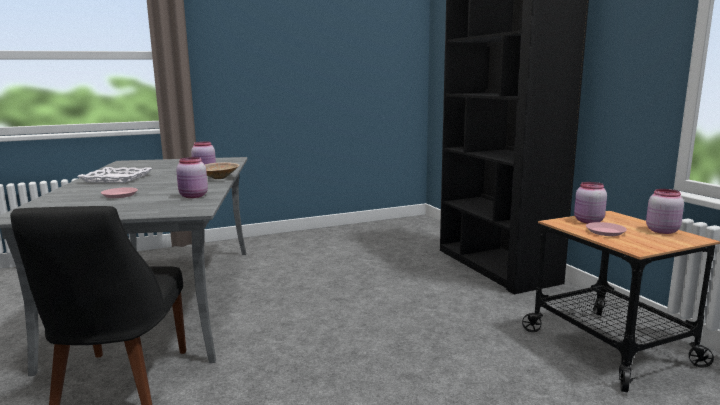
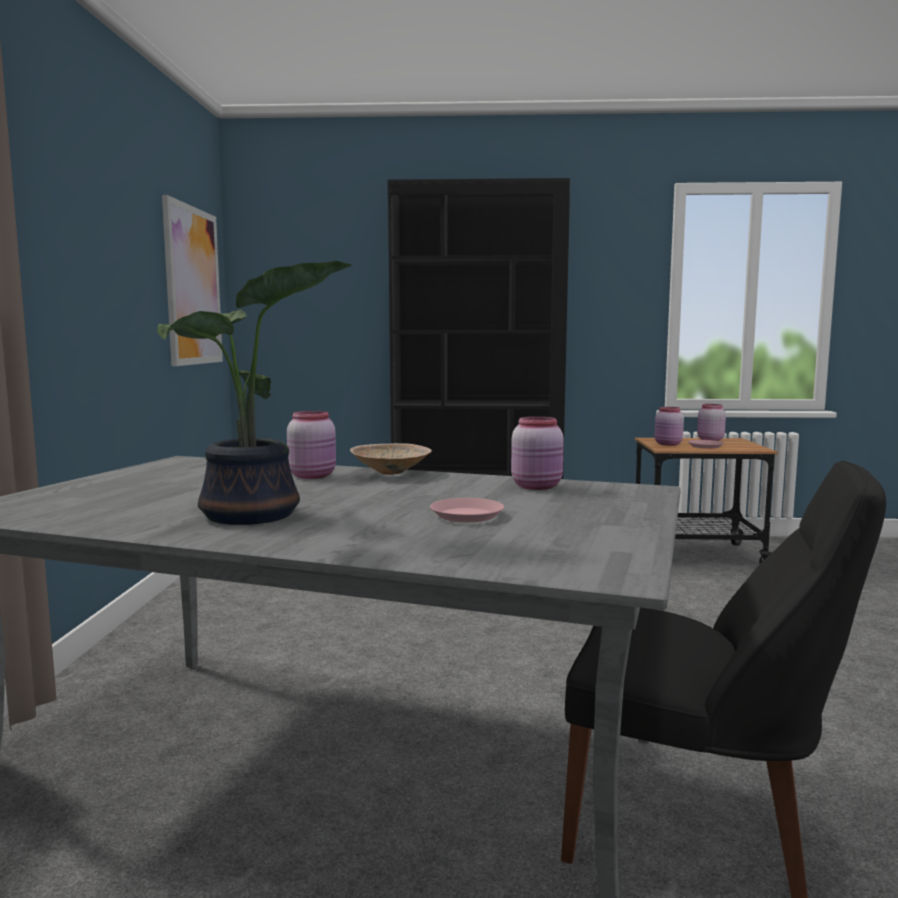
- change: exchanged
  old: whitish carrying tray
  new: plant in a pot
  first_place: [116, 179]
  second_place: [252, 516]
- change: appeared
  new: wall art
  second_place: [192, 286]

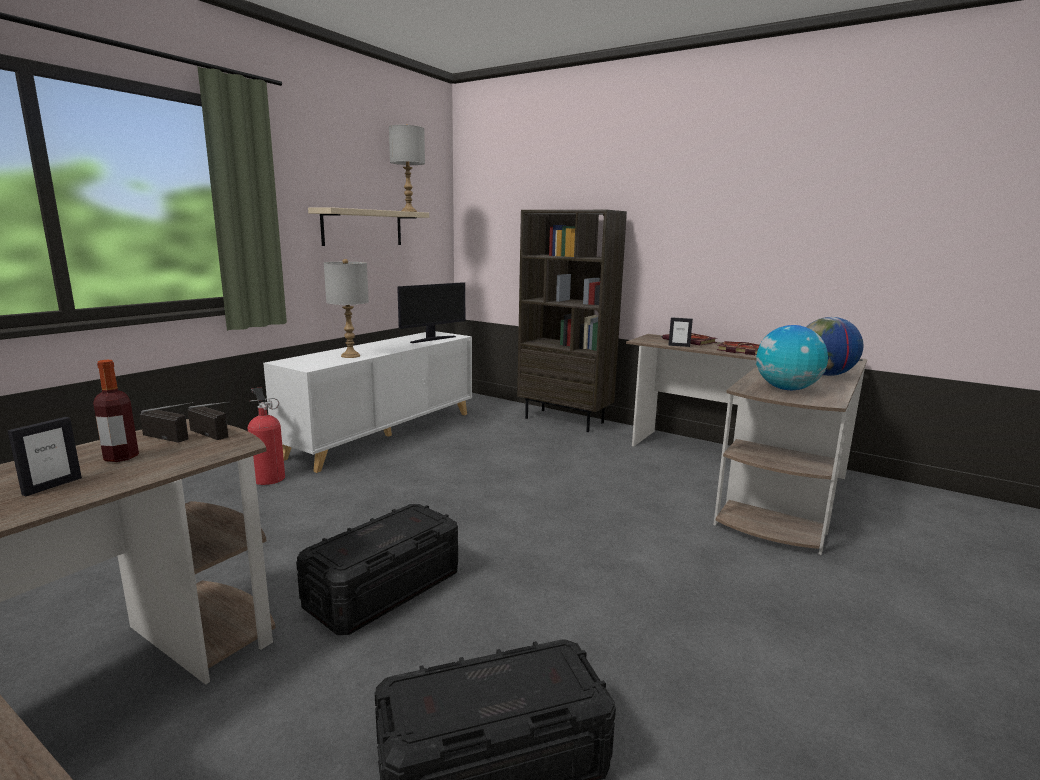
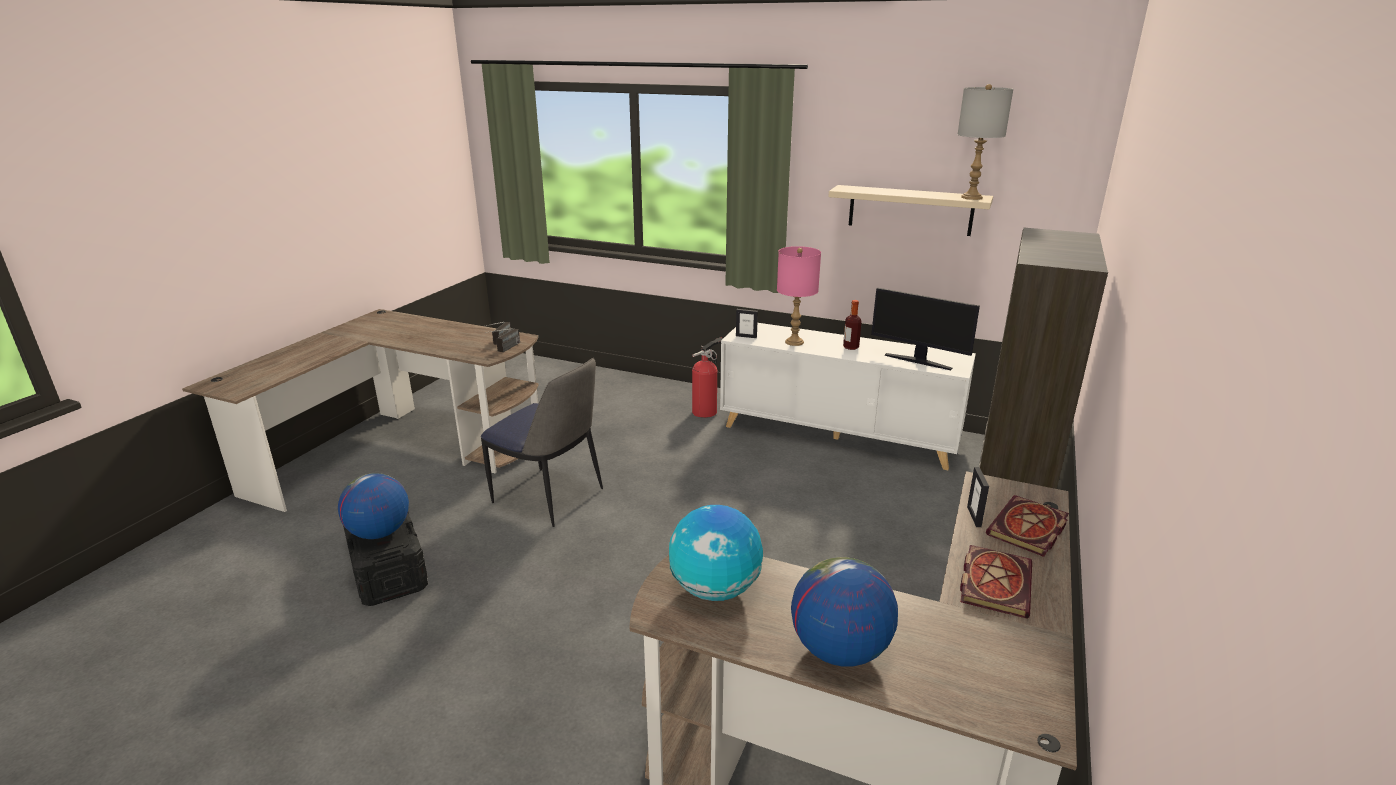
- change: colour
  old: grey lamp for a table
  new: pinkish lamp for a table
  first_place: [350, 356]
  second_place: [794, 342]
- change: relocated
  old: drink bottle
  first_place: [121, 457]
  second_place: [850, 347]
- change: relocated
  old: picture frame
  first_place: [52, 486]
  second_place: [746, 336]
- change: exchanged
  old: black-coloured storage container
  new: chair
  first_place: [384, 590]
  second_place: [550, 497]
- change: appeared
  new: desk globe
  second_place: [379, 533]

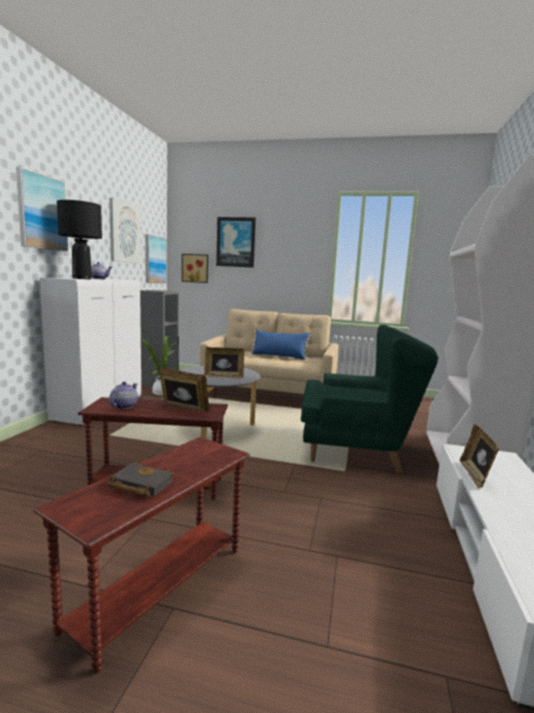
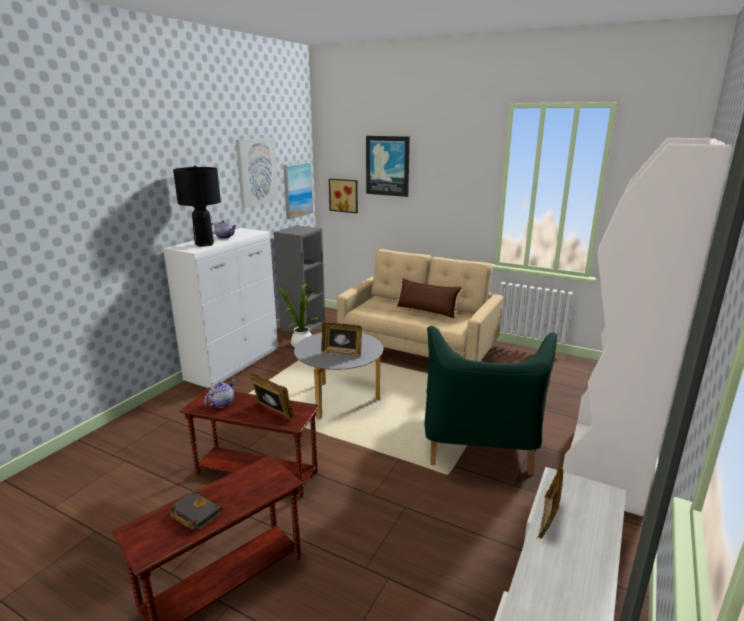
- change: missing
  old: wall art
  first_place: [42, 212]
- change: spun
  old: green armchair
  first_place: [357, 449]
  second_place: [478, 443]
  degrees: 75
- change: colour
  old: blue-coloured throw pillow
  new: brown-coloured throw pillow
  first_place: [279, 356]
  second_place: [426, 311]

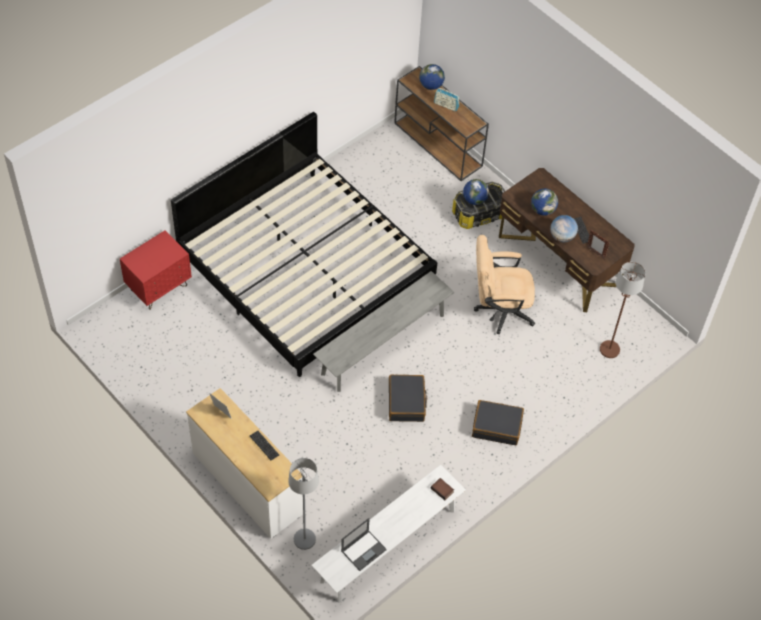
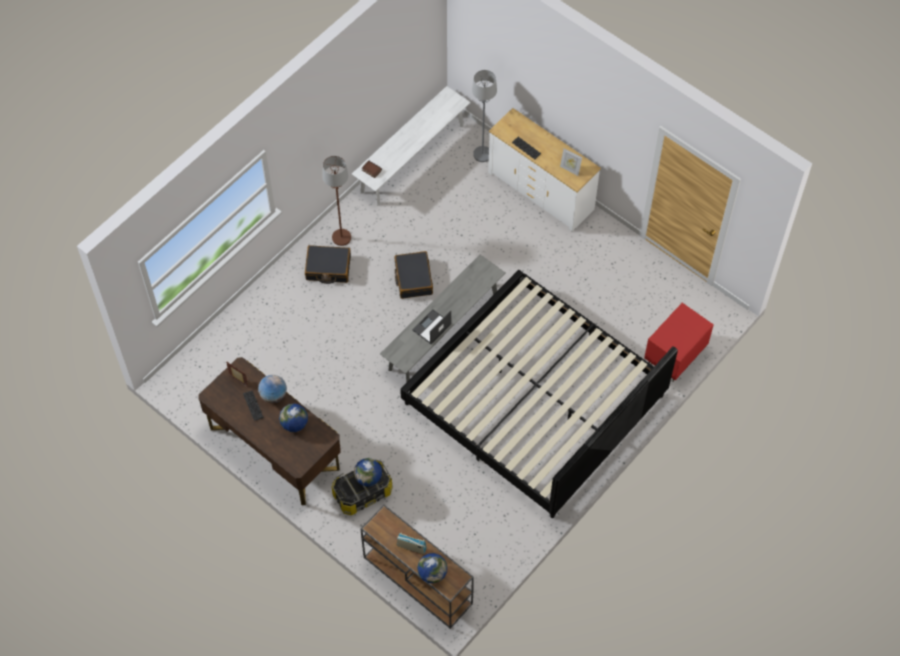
- change: missing
  old: sand-coloured office chair
  first_place: [499, 310]
- change: relocated
  old: brown-coloured standard lamp
  first_place: [609, 350]
  second_place: [341, 237]
- change: relocated
  old: portable computer
  first_place: [364, 550]
  second_place: [431, 327]

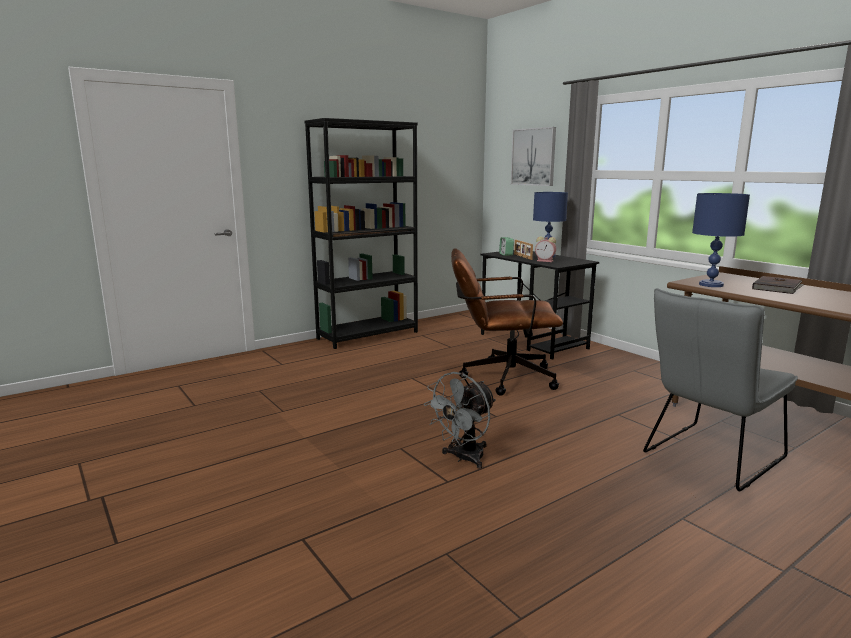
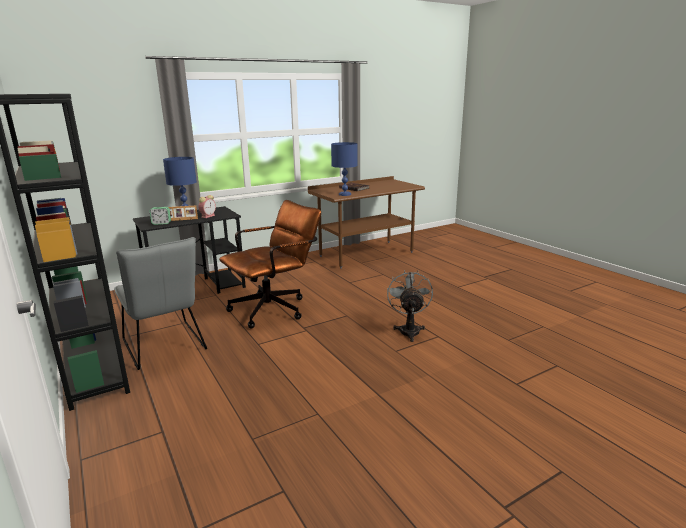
- change: missing
  old: wall art
  first_place: [533, 157]
- change: spun
  old: brown-coloured office chair
  first_place: [500, 377]
  second_place: [275, 308]
  degrees: -135
- change: relocated
  old: grey chair
  first_place: [708, 458]
  second_place: [165, 347]
- change: spun
  old: grey fan
  first_place: [463, 458]
  second_place: [409, 330]
  degrees: -135

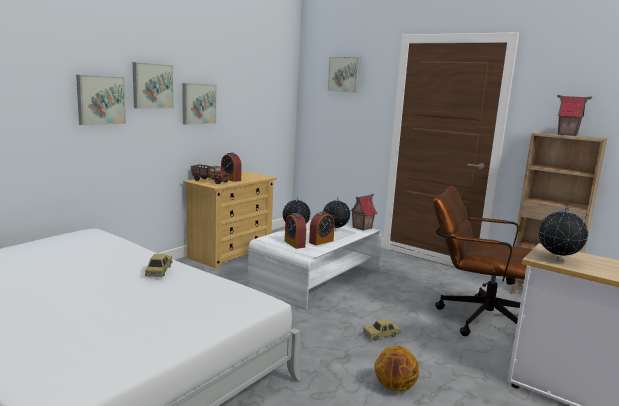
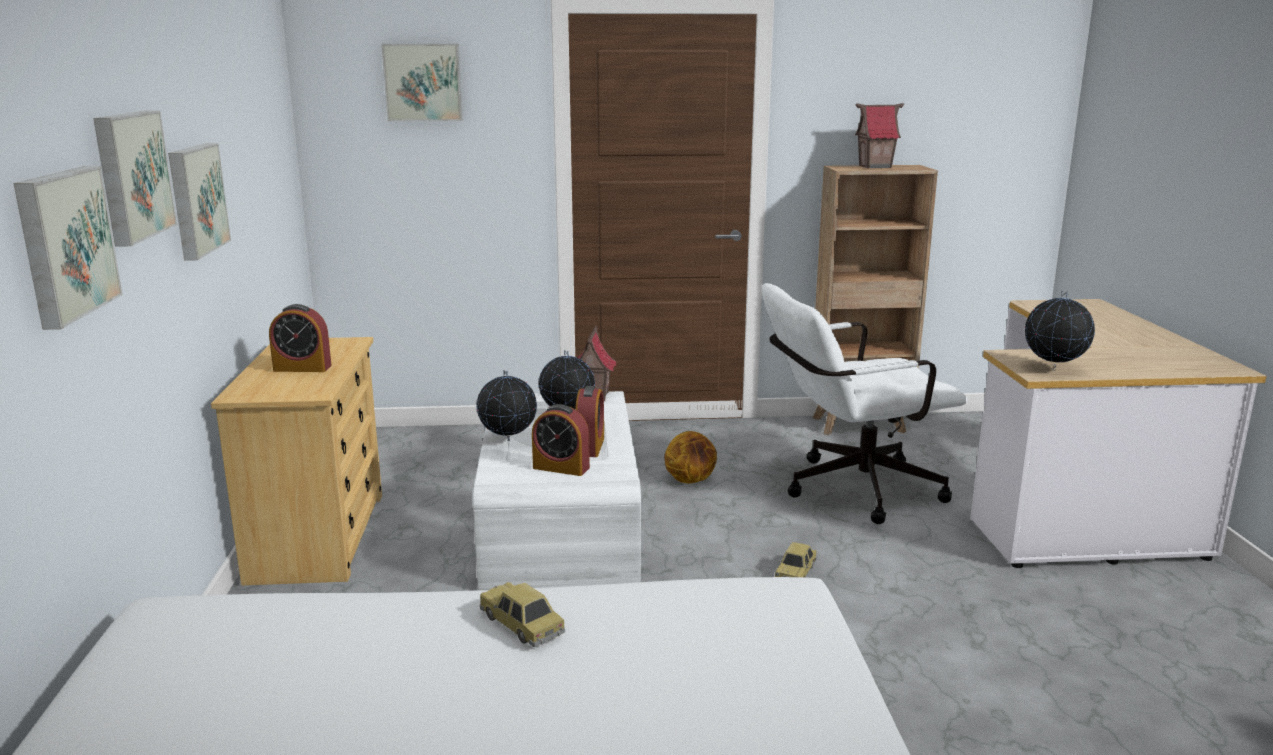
- change: missing
  old: toy lorry
  first_place: [210, 181]
- change: colour
  old: brown-coloured office chair
  new: whitish office chair
  first_place: [476, 318]
  second_place: [849, 490]
- change: relocated
  old: basketball
  first_place: [395, 387]
  second_place: [691, 480]

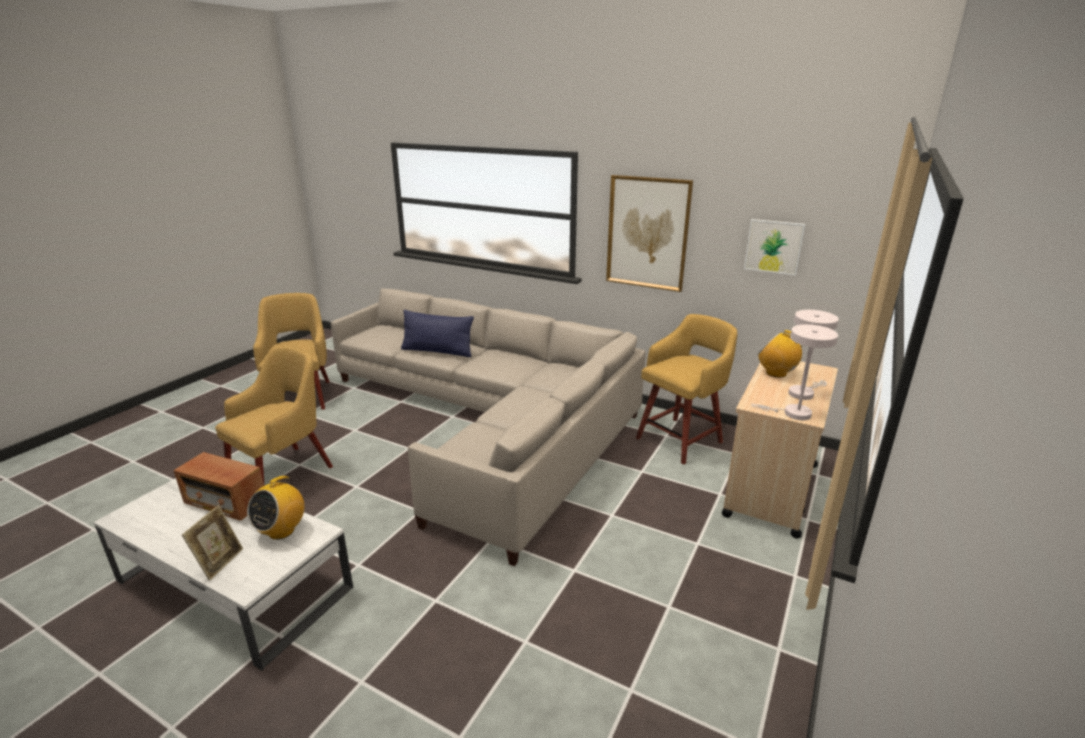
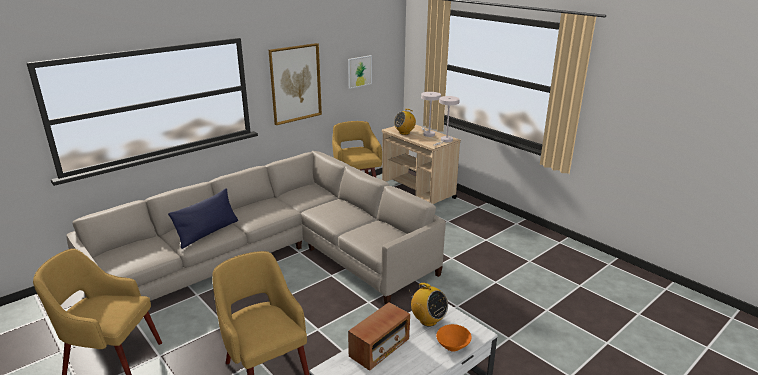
- change: exchanged
  old: picture frame
  new: orangey serving bowl
  first_place: [220, 562]
  second_place: [452, 346]

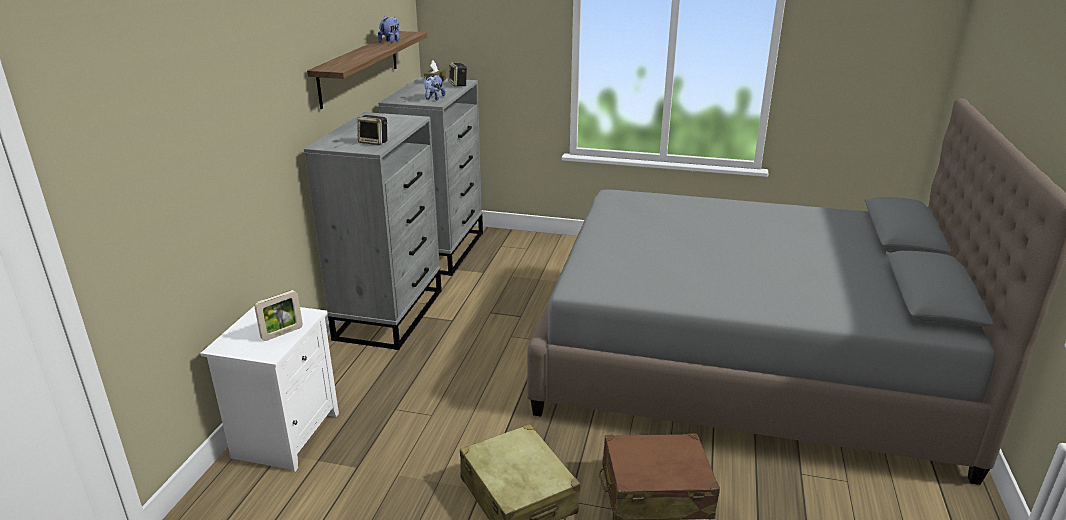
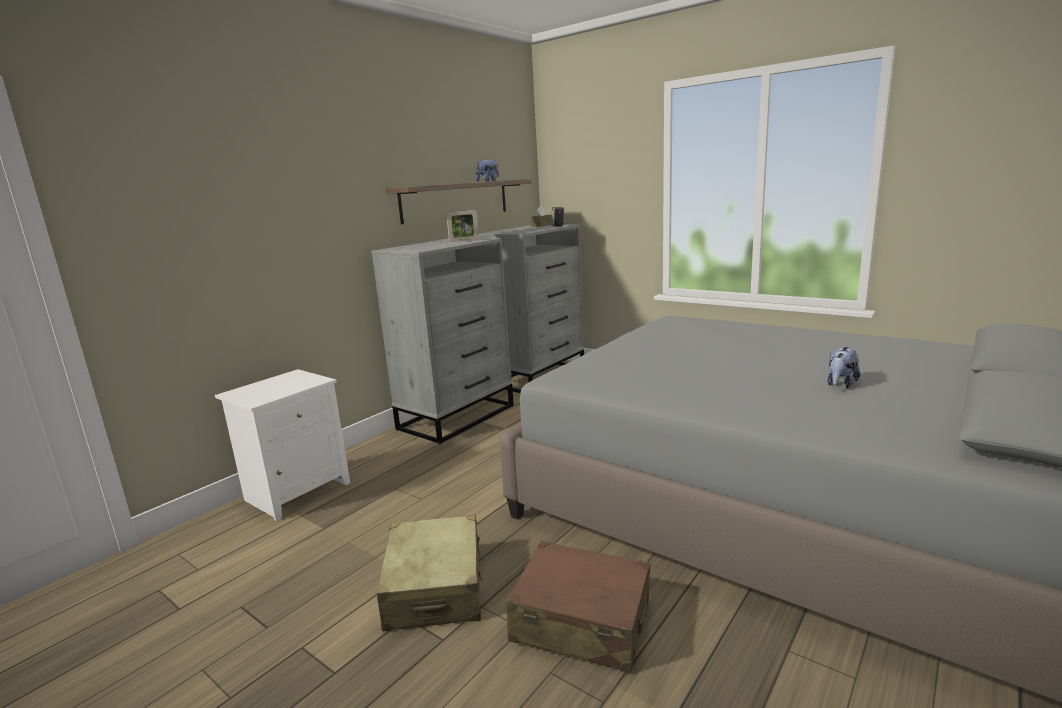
- change: relocated
  old: cuddly toy
  first_place: [434, 98]
  second_place: [840, 384]
- change: missing
  old: audio speaker
  first_place: [374, 142]
- change: relocated
  old: picture frame
  first_place: [282, 333]
  second_place: [464, 241]

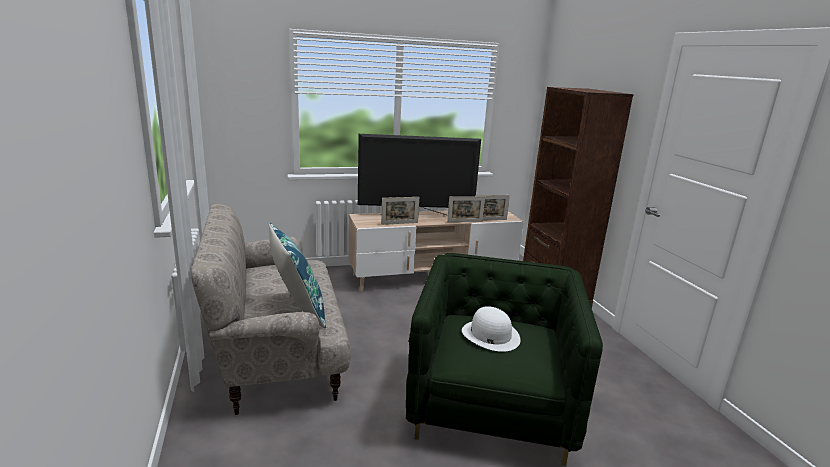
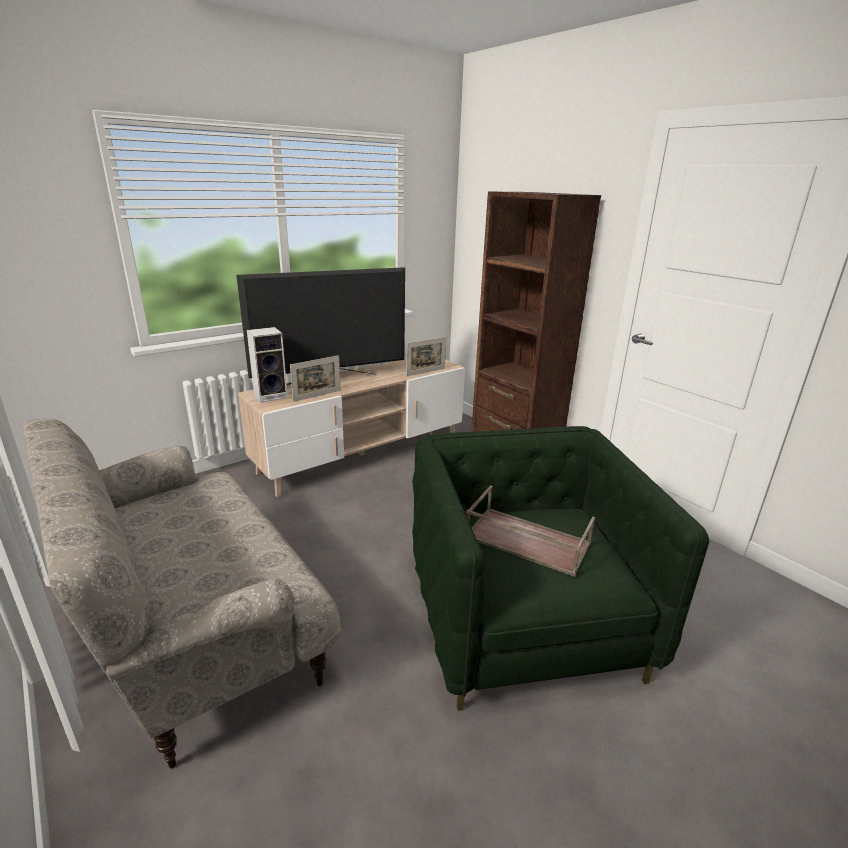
- change: missing
  old: picture frame
  first_place: [465, 222]
- change: missing
  old: blue-coloured throw pillow
  first_place: [297, 310]
- change: exchanged
  old: whitish wearable hat
  new: brown-coloured carrying tray
  first_place: [490, 335]
  second_place: [525, 540]
- change: appeared
  new: audio speaker
  second_place: [272, 395]

